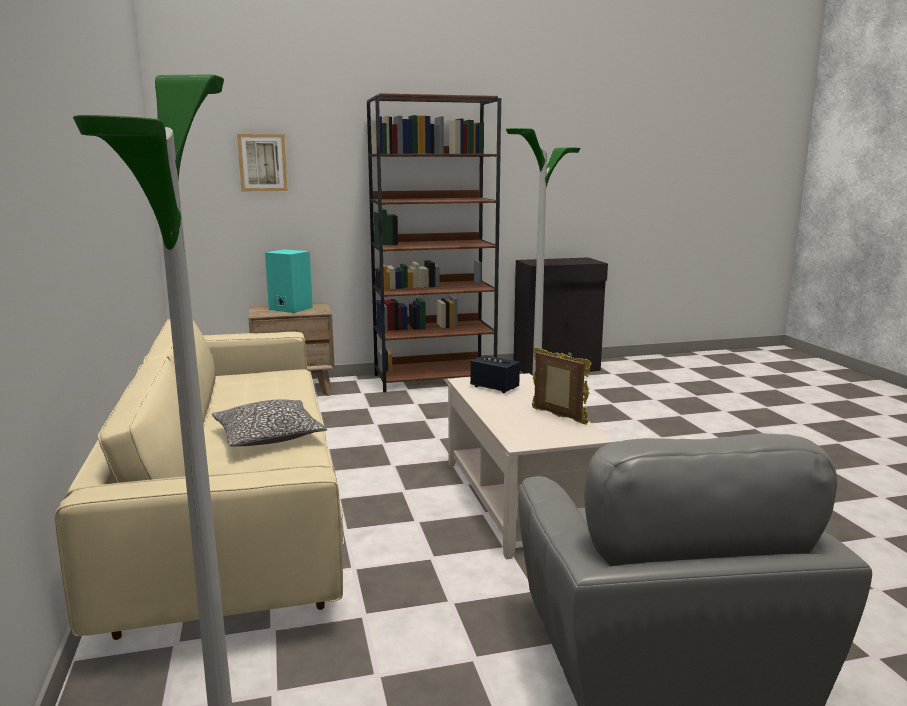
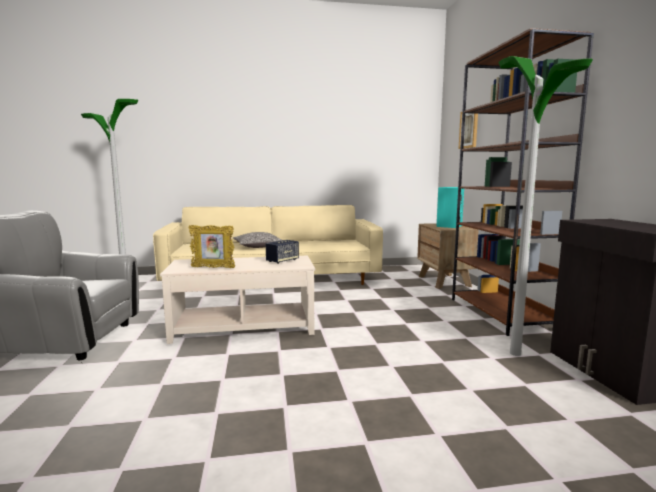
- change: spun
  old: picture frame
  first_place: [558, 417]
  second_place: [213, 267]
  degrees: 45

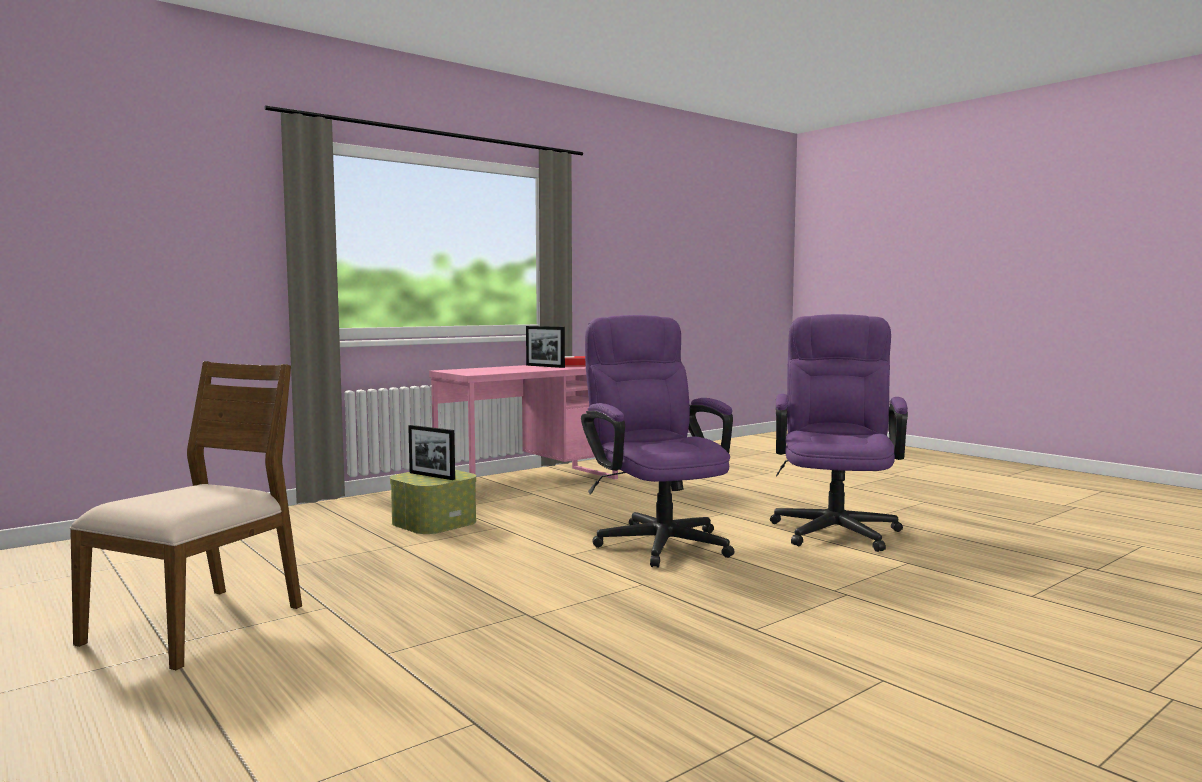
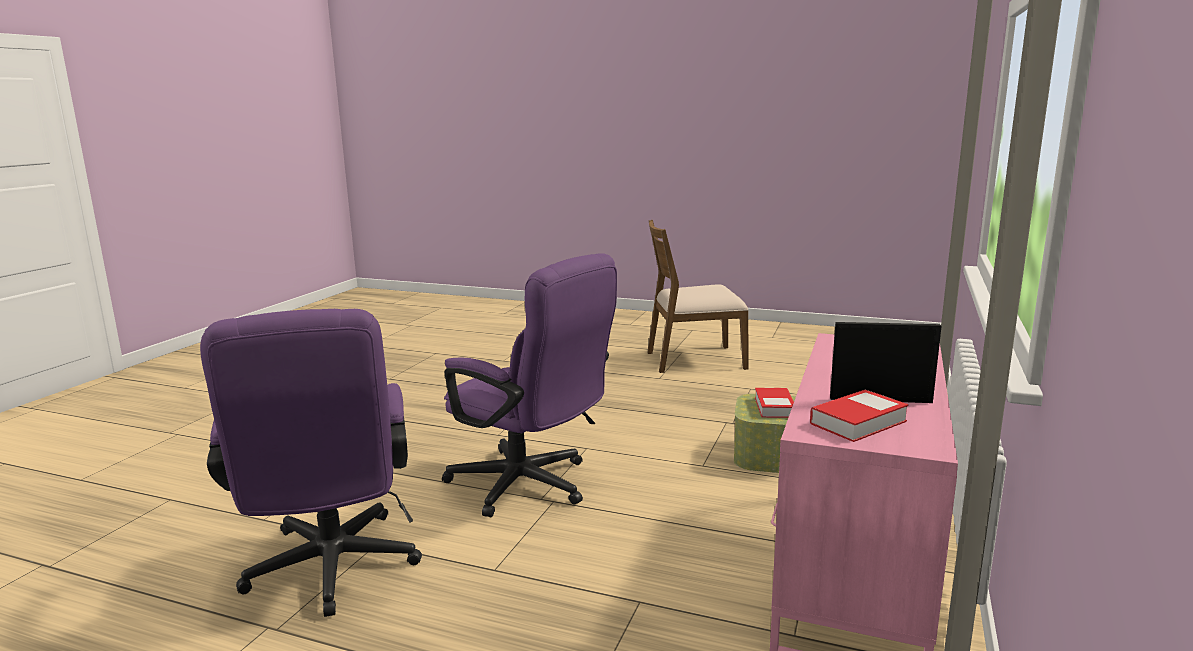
- change: spun
  old: brown-coloured chair
  first_place: [199, 624]
  second_place: [694, 360]
  degrees: 90
- change: exchanged
  old: picture frame
  new: bound book
  first_place: [432, 476]
  second_place: [774, 407]

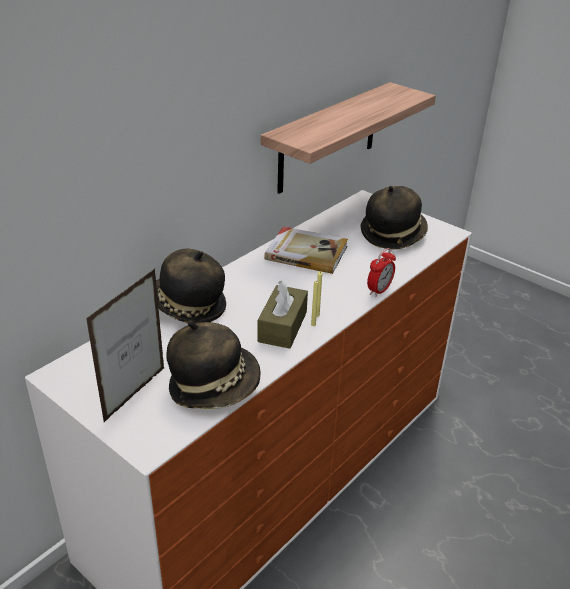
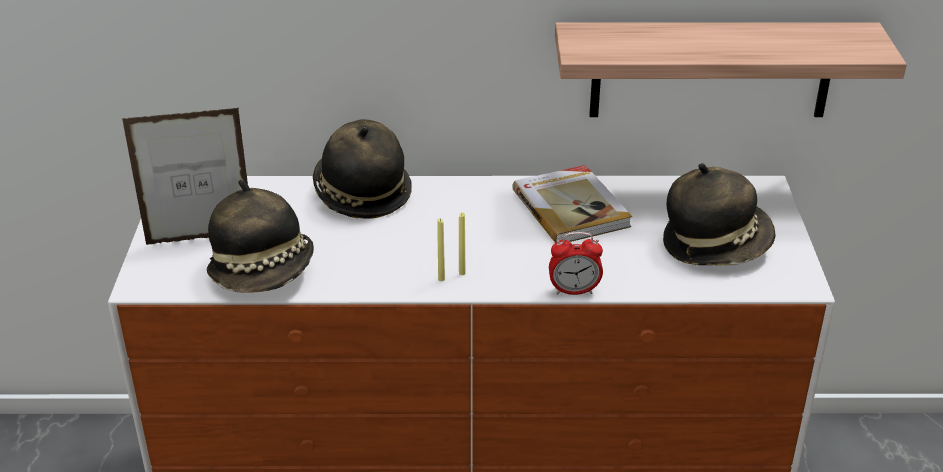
- change: missing
  old: brown-coloured tissue holder
  first_place: [282, 327]

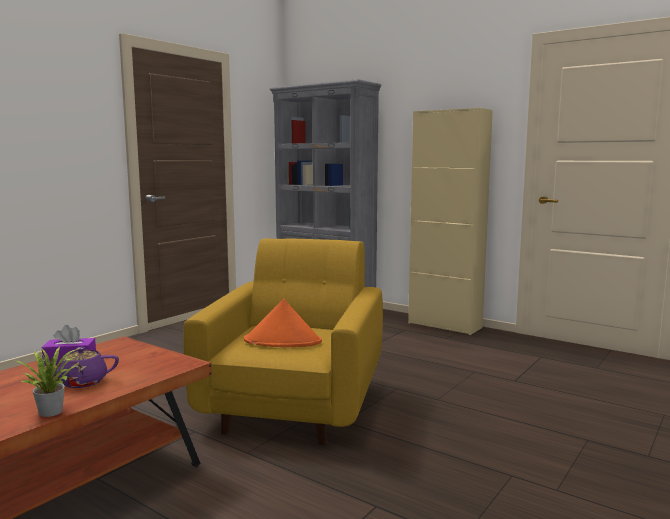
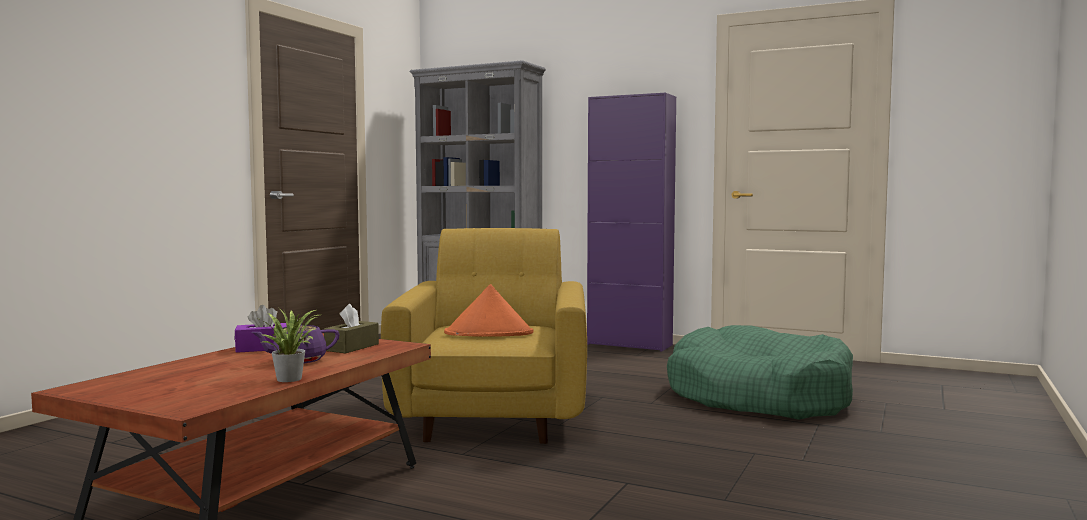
- change: colour
  old: sand-coloured cabinet
  new: purple cabinet
  first_place: [444, 325]
  second_place: [629, 344]
- change: appeared
  new: brown-coloured tissue holder
  second_place: [352, 347]
- change: appeared
  new: green dog cushion
  second_place: [758, 396]

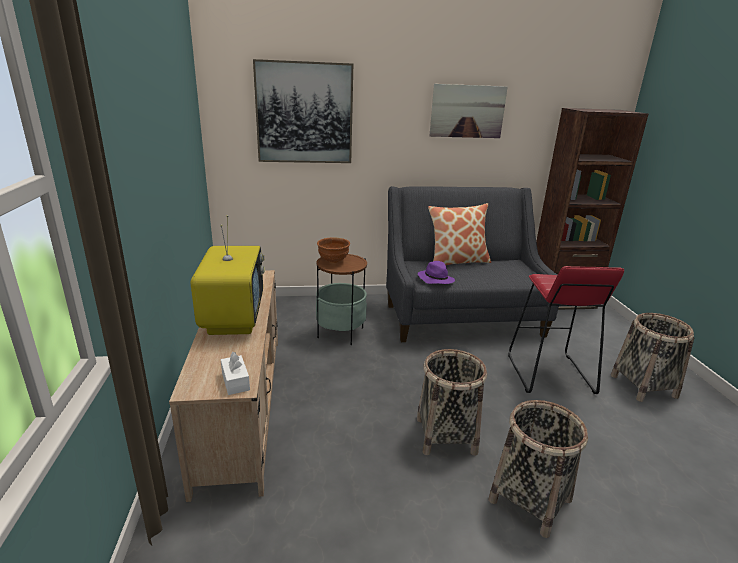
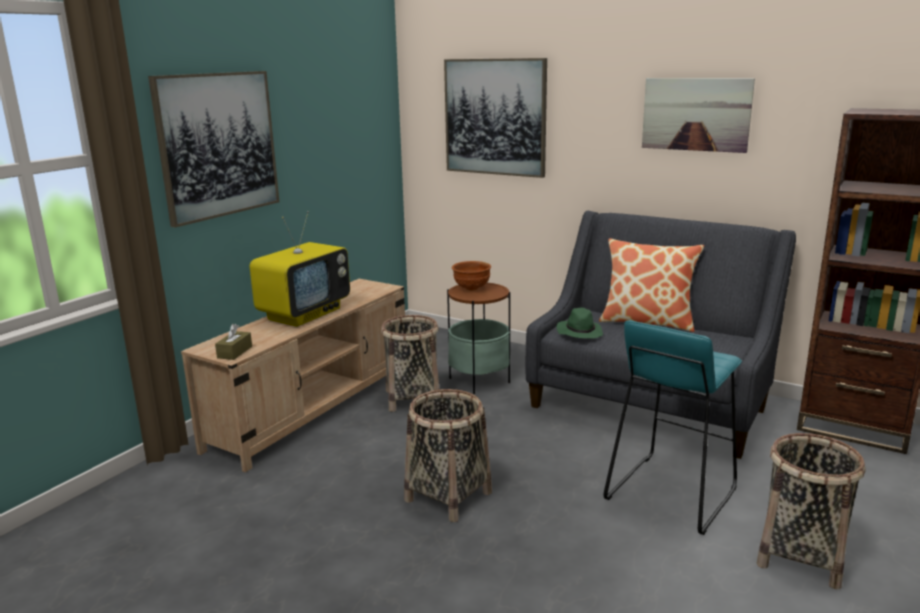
- change: colour
  old: purple wearable hat
  new: green wearable hat
  first_place: [435, 279]
  second_place: [579, 332]
- change: colour
  old: red stool seat
  new: blue-green stool seat
  first_place: [548, 374]
  second_place: [670, 493]
- change: colour
  old: whitish tissue holder
  new: brown-coloured tissue holder
  first_place: [235, 381]
  second_place: [235, 352]
- change: relocated
  old: basket
  first_place: [530, 500]
  second_place: [412, 398]
- change: appeared
  new: wall art
  second_place: [218, 145]

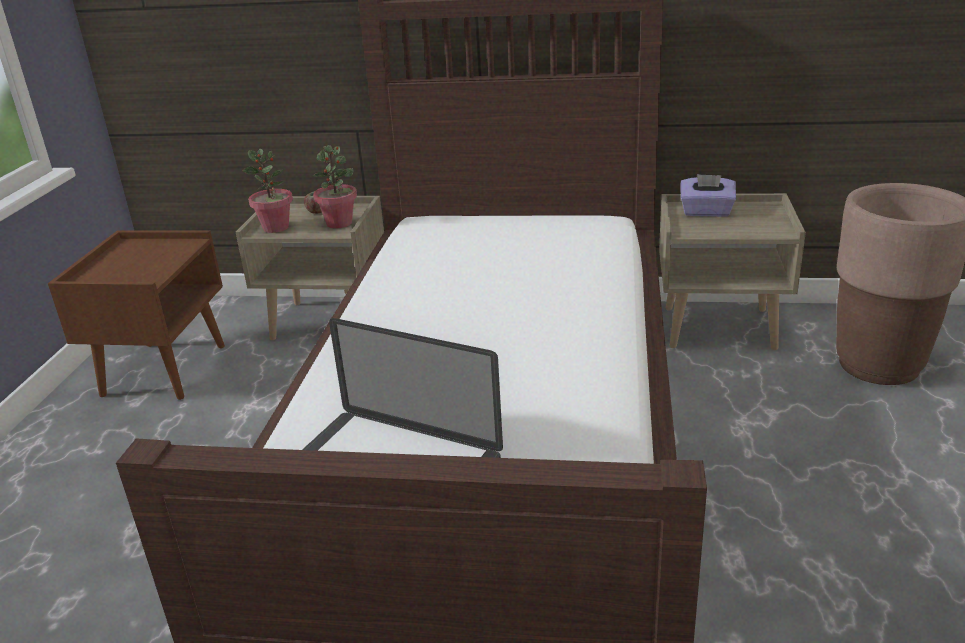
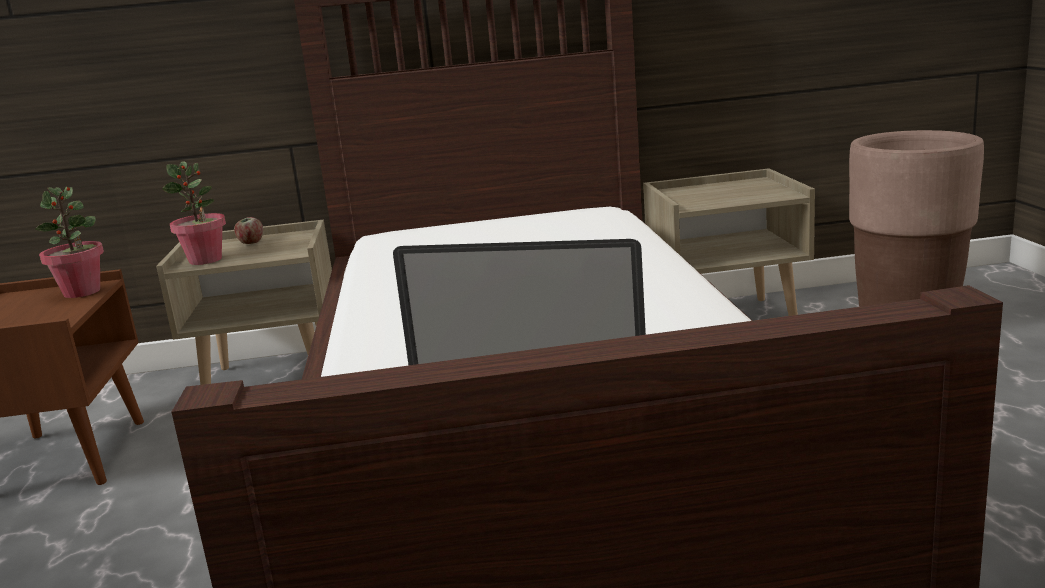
- change: relocated
  old: plant in a pot
  first_place: [339, 223]
  second_place: [82, 292]
- change: missing
  old: purple tissue holder
  first_place: [706, 212]

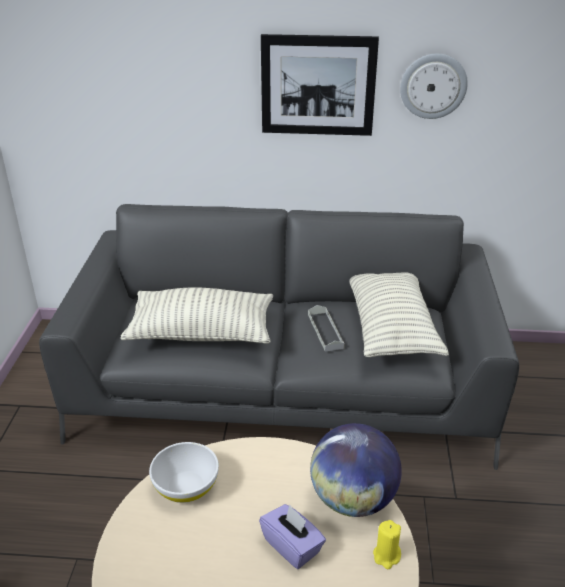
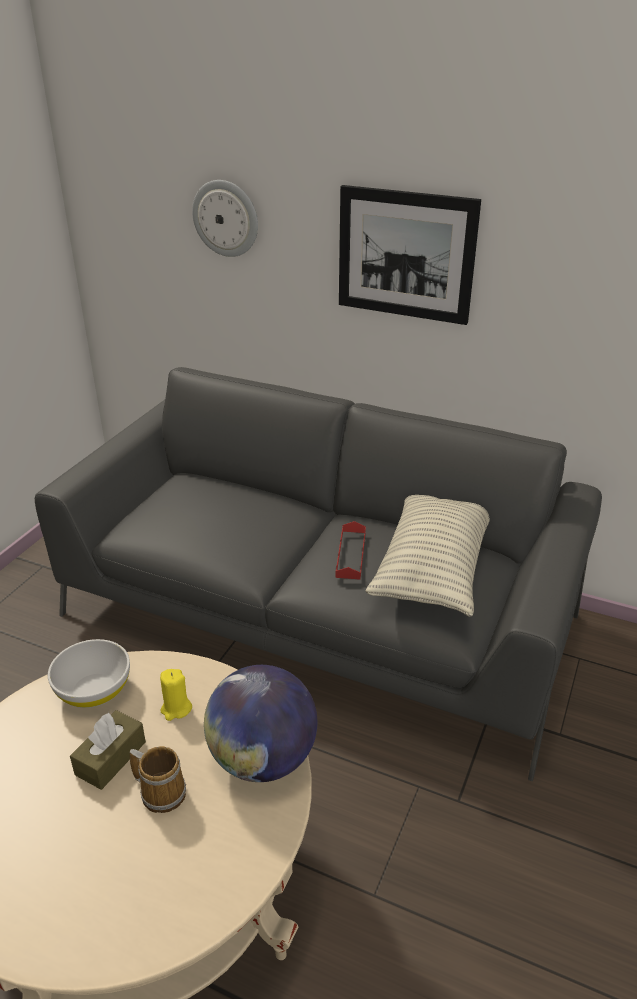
- change: relocated
  old: wall clock
  first_place: [433, 86]
  second_place: [226, 218]
- change: missing
  old: throw pillow
  first_place: [201, 333]
- change: colour
  old: grey carrying tray
  new: red carrying tray
  first_place: [325, 331]
  second_place: [351, 554]
- change: exchanged
  old: purple tissue holder
  new: tea mug
  first_place: [292, 546]
  second_place: [162, 791]
- change: relocated
  old: yellow wax light
  first_place: [386, 556]
  second_place: [176, 709]
- change: appeared
  new: brown-coloured tissue holder
  second_place: [111, 758]

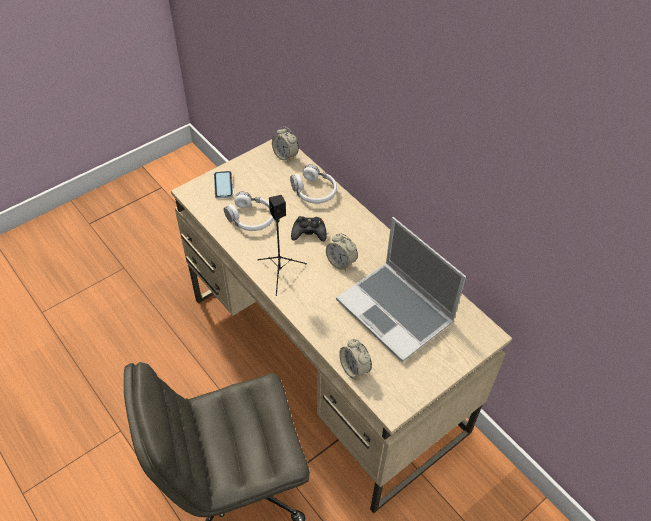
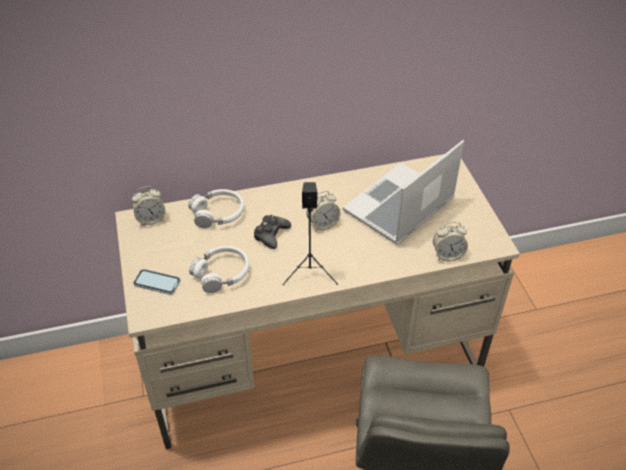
- change: spun
  old: portable computer
  first_place: [396, 312]
  second_place: [399, 207]
  degrees: 150

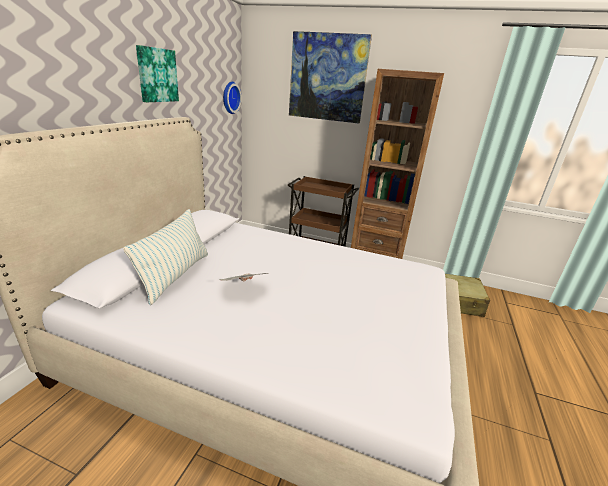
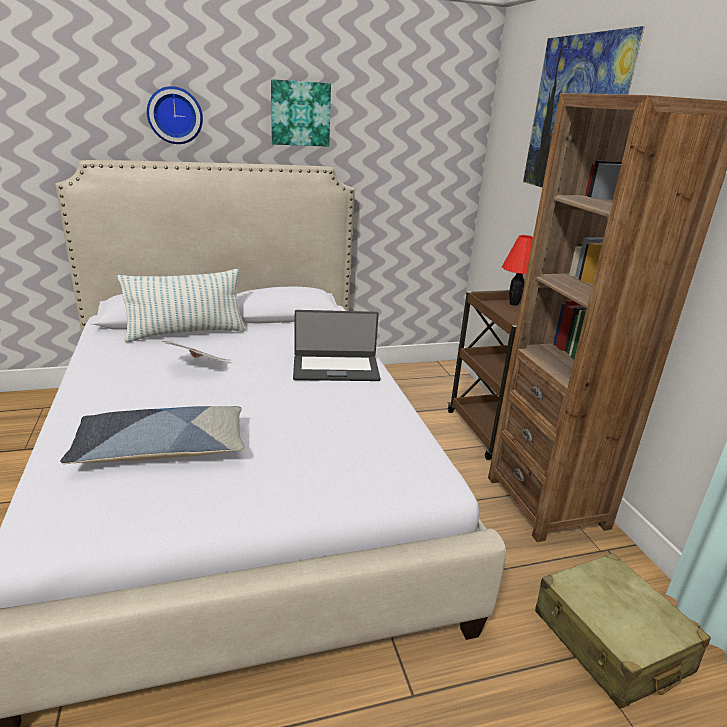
- change: relocated
  old: wall clock
  first_place: [229, 97]
  second_place: [175, 115]
- change: appeared
  new: red lamp for a table
  second_place: [514, 304]
- change: appeared
  new: portable computer
  second_place: [335, 368]
- change: appeared
  new: throw pillow
  second_place: [161, 448]

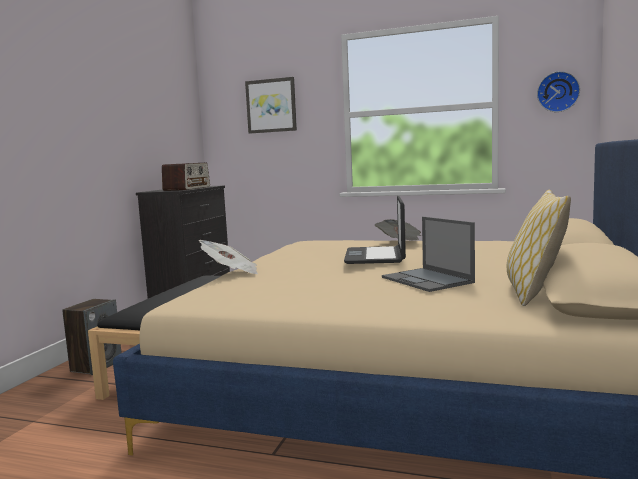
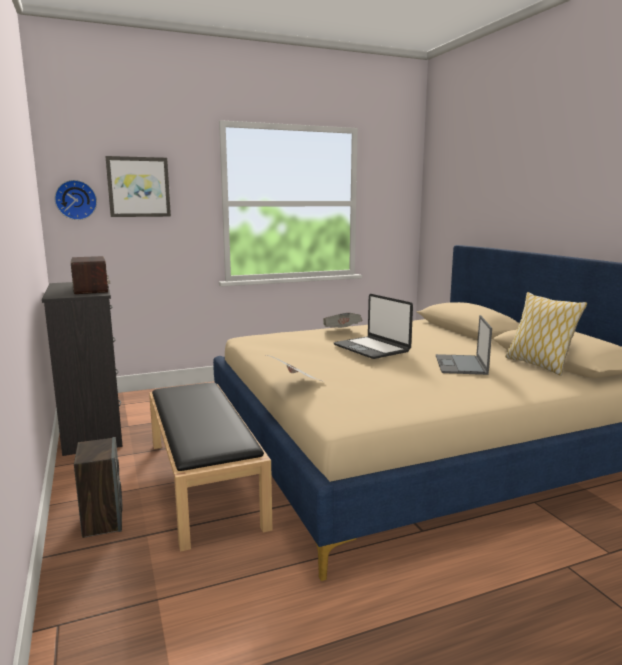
- change: relocated
  old: wall clock
  first_place: [557, 92]
  second_place: [76, 200]
- change: spun
  old: portable computer
  first_place: [427, 280]
  second_place: [461, 365]
  degrees: 75

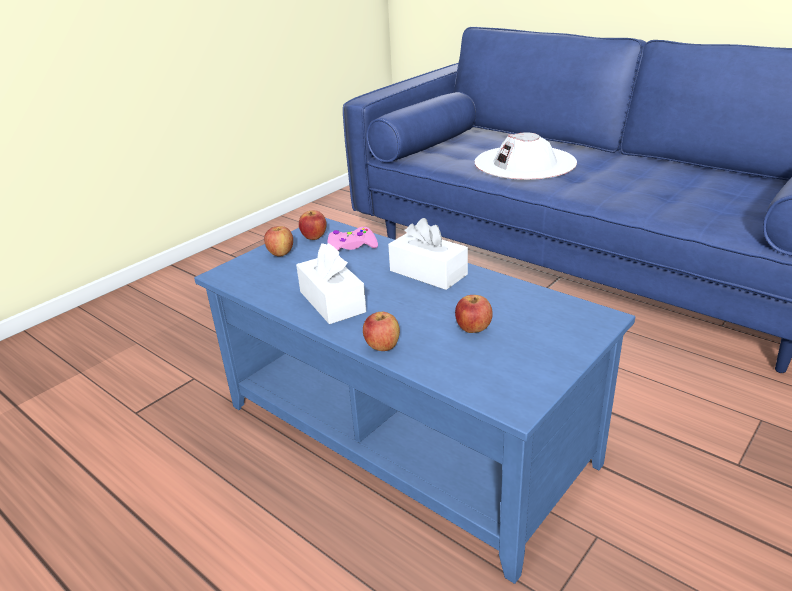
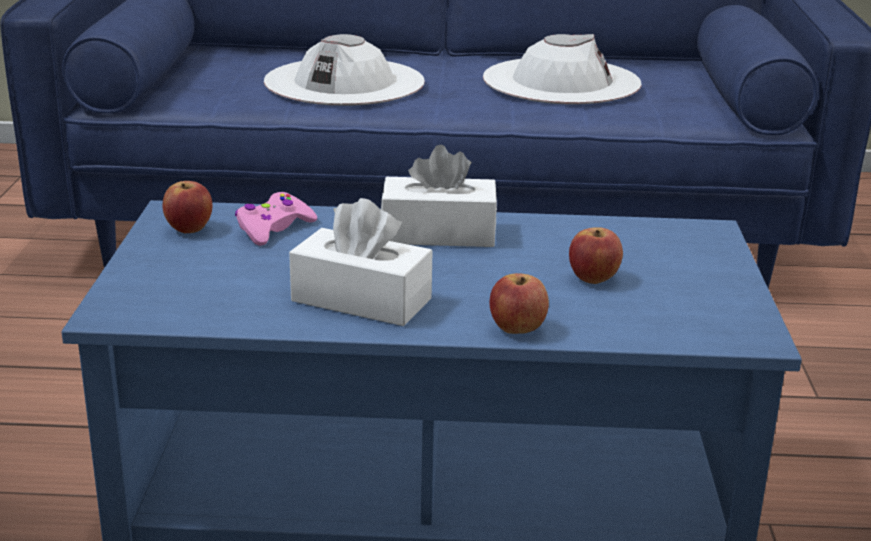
- change: missing
  old: apple fruit
  first_place: [280, 253]
- change: appeared
  new: whitish wearable hat
  second_place: [561, 82]

